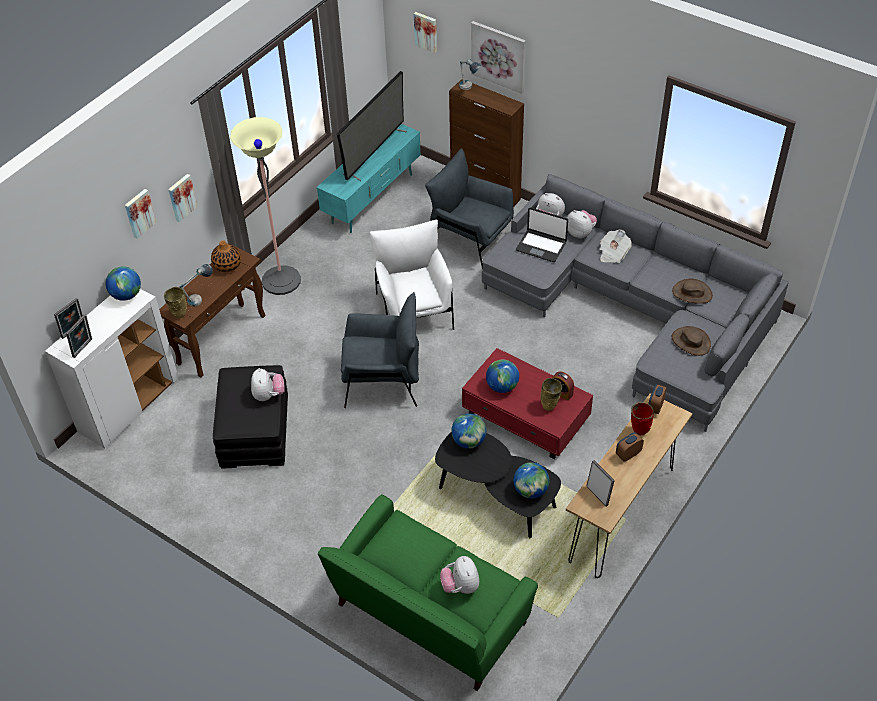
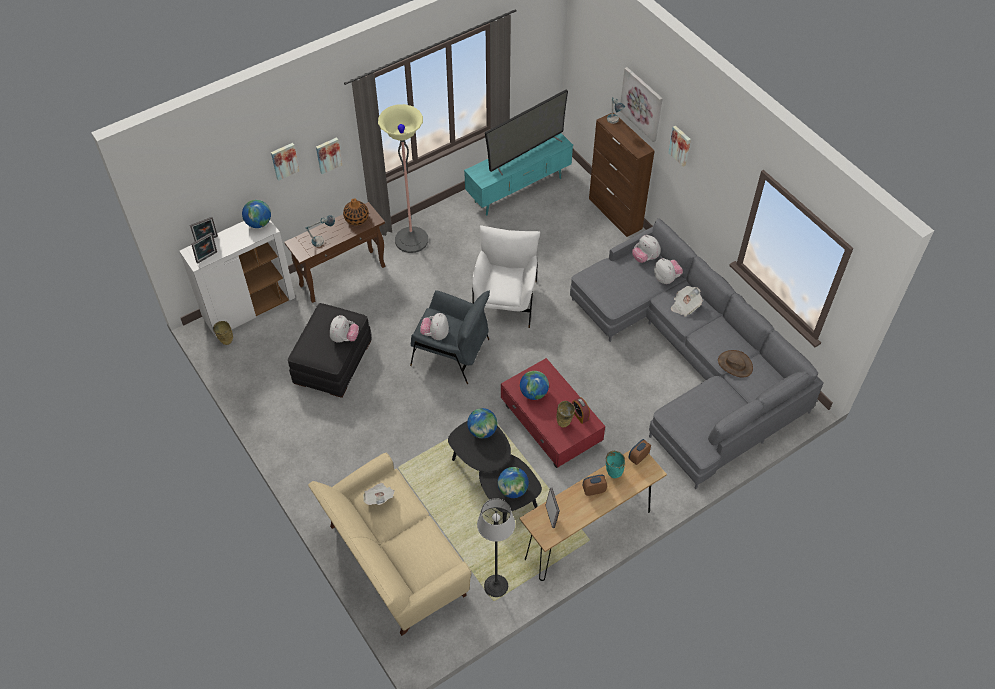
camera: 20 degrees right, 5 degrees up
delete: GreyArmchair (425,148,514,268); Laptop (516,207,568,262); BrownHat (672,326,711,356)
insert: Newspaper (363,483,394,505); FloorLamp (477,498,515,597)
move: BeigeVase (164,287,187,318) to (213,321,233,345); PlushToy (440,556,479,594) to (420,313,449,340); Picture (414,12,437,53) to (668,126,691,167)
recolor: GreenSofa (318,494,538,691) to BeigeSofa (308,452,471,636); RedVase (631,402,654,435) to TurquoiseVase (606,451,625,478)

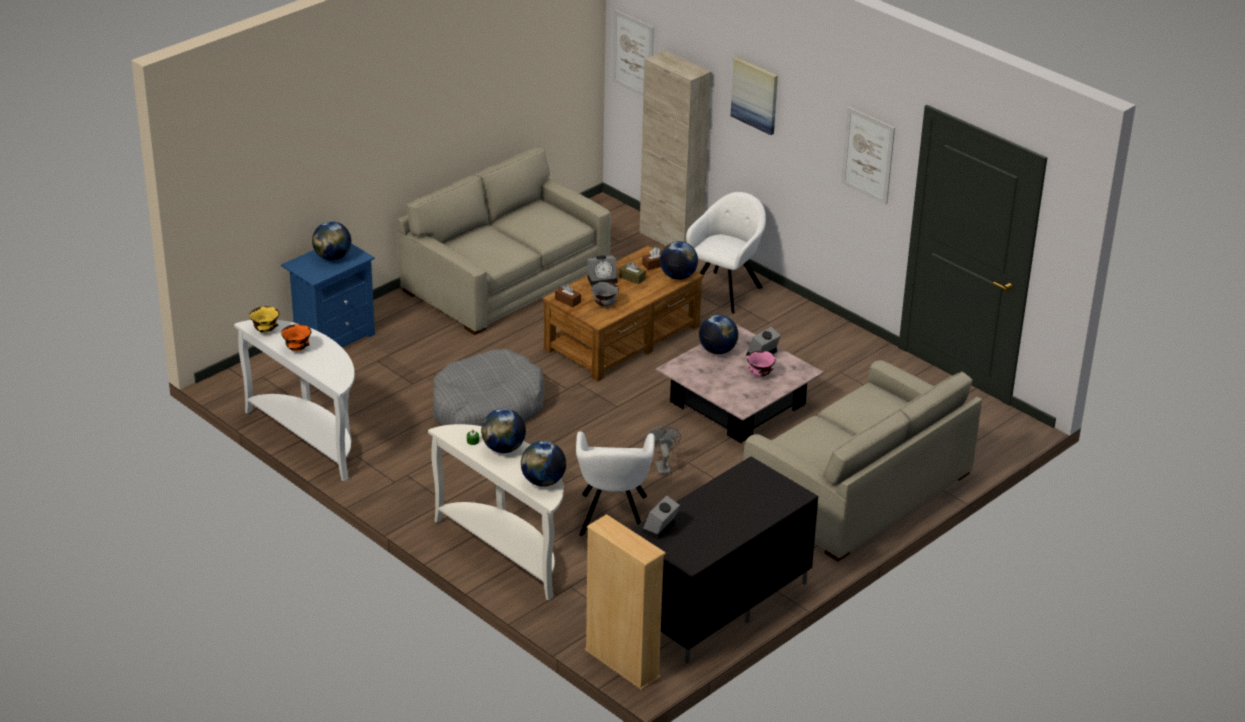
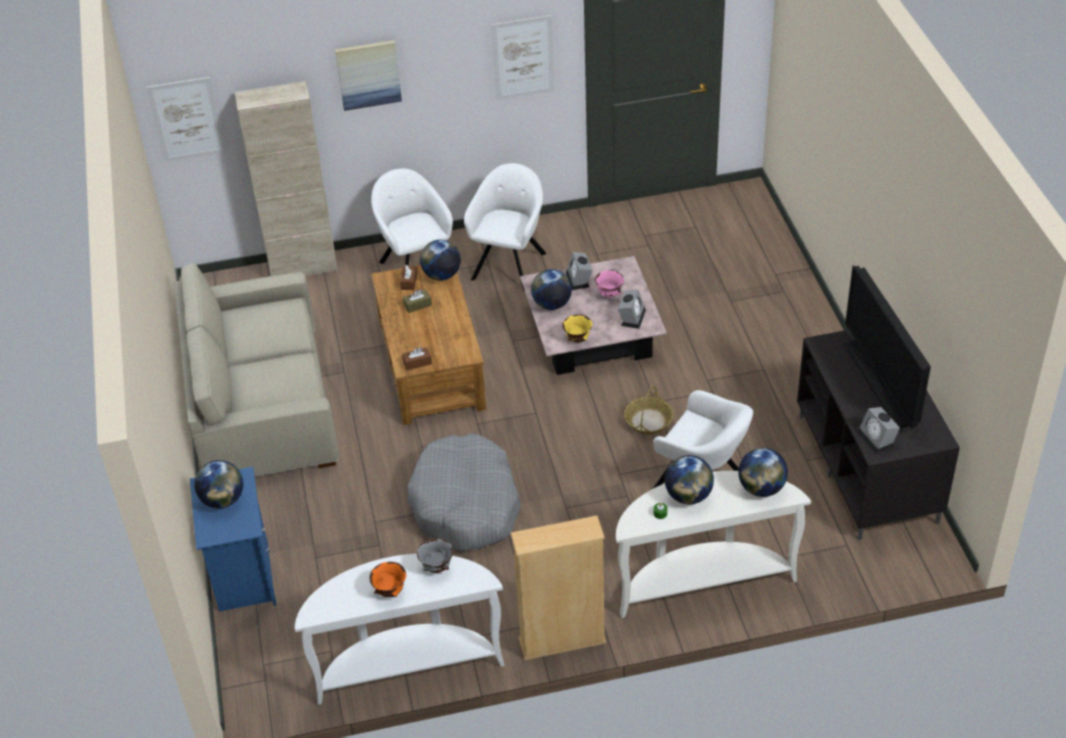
camera: 55 degrees left, 10 degrees up
delete: BeigeSofa (743,360,982,562)
insert: WhiteArmchair (464,163,546,291); Television (844,265,931,429)
move: GreyBowl (591,282,619,307) to (417,538,453,573); BeigeBookcase (585,514,666,690) to (511,515,606,660); YellowBowl (249,306,280,333) to (562,314,592,342); AlarmClock (587,255,617,286) to (618,289,646,329)
replace: GreyFan (643,426,681,475) to Basket (624,385,674,435)

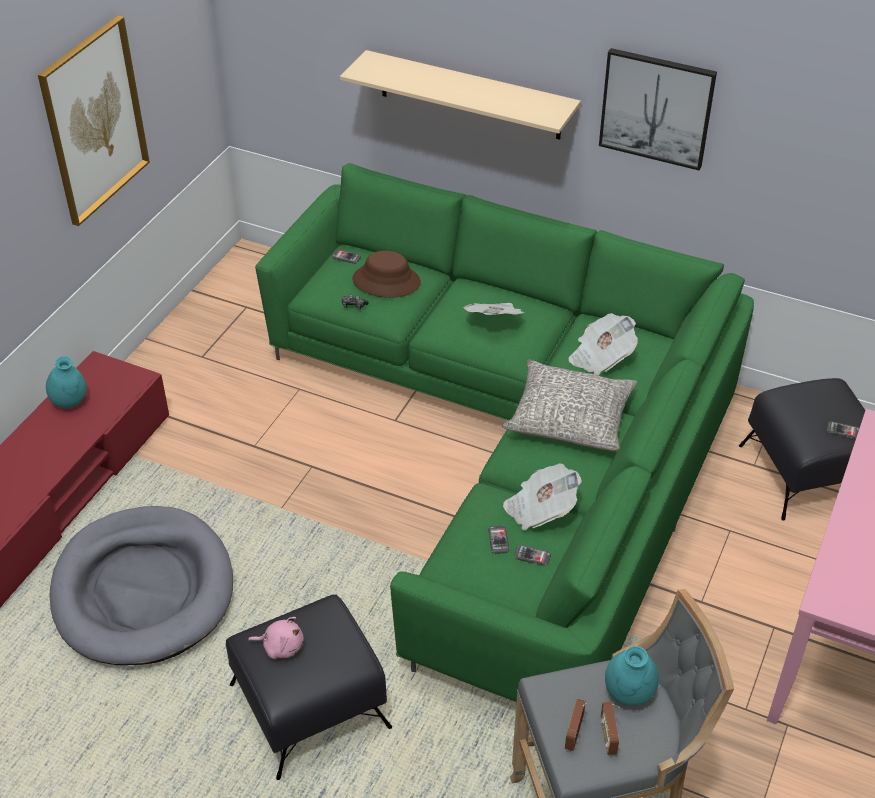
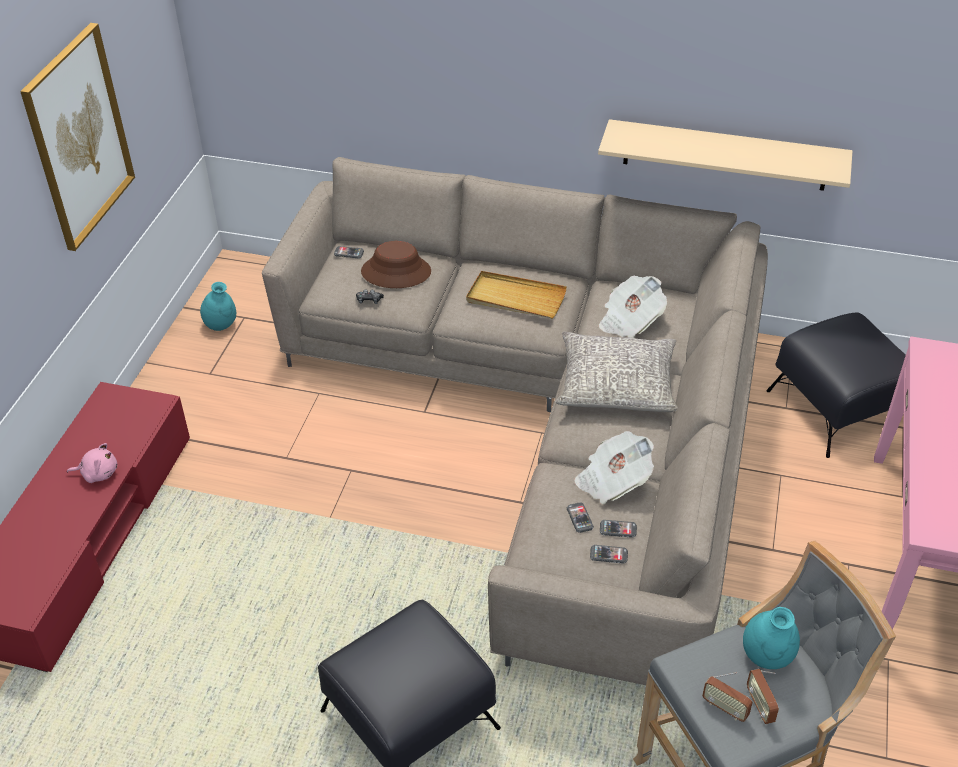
camera: 10 degrees left, 0 degrees up
delete: GreyDogBed (50,506,233,665); Picture (599,48,717,170)
move: PinkPlushToy (248,617,304,659) to (67,443,117,483); TurquoiseVase (46,356,87,408) to (200,282,237,331); Phone (827,421,859,439) to (590,545,628,564); BeigeShelf (340,50,581,140) to (598,119,853,191)
replace: Newspaper (464,303,525,315) to BeigeTray (466,271,567,319)
recolor: GreenSofa (255,163,754,702) to BeigeSofa (262,157,768,685)
rotate: Radio (565,699,587,751) = (702,672,753,722) 60 degrees counterclockwise

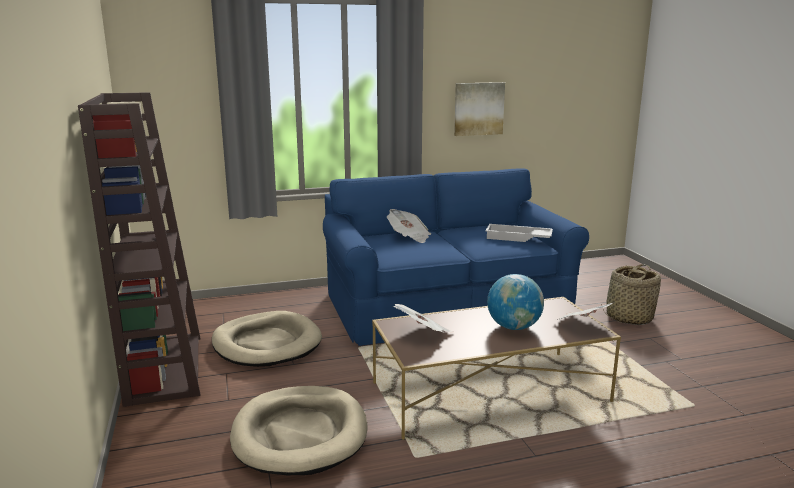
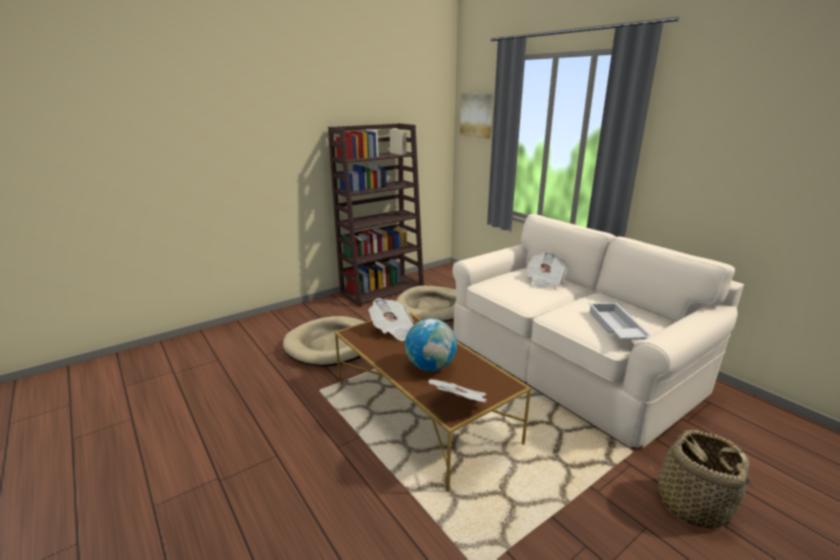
camera: 70 degrees right, 5 degrees up
move: Picture (454,82,505,136) to (460,93,493,139)
recolor: BlueSofa (323,168,589,346) to BeigeSofa (452,214,744,448)

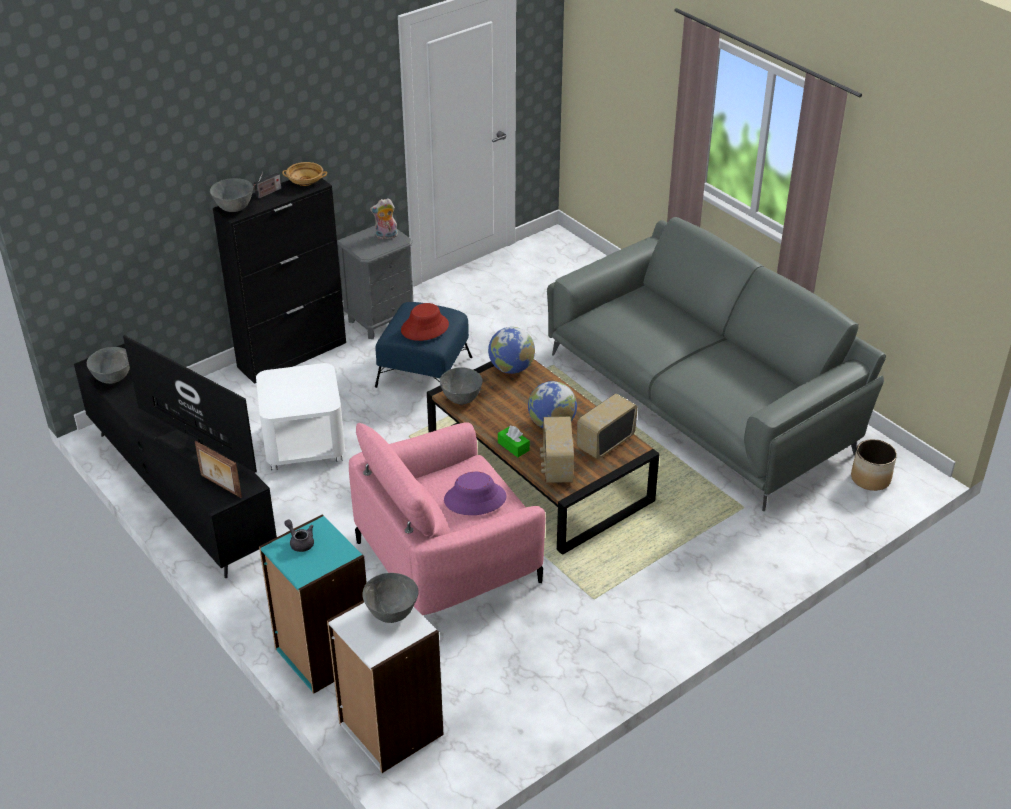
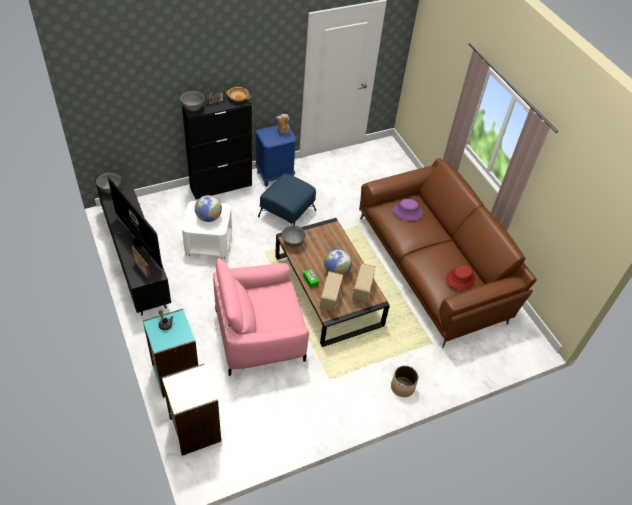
camera: 10 degrees right, 10 degrees up
delete: GreyBowl (362,573,418,623)
move: Globe (488,327,535,374) to (195,195,222,222); Planter (851,439,897,491) to (391,365,418,397); PurpleHat (444,472,507,515) to (392,199,423,221); RedHat (401,303,449,341) to (446,265,475,290)
recolor: GreyNightstand (337,226,413,339) to BlueNightstand (255,125,297,186); GreySofa (547,217,886,511) to BrownSofa (359,158,537,348)
rotate: Radio (577,394,638,459) = (352,263,376,303) 45 degrees counterclockwise

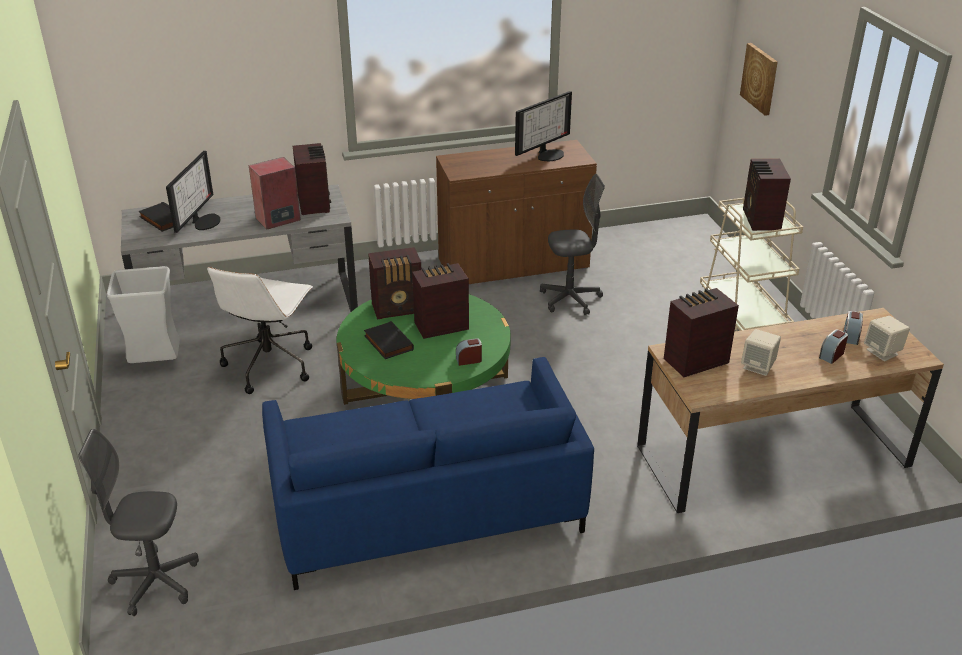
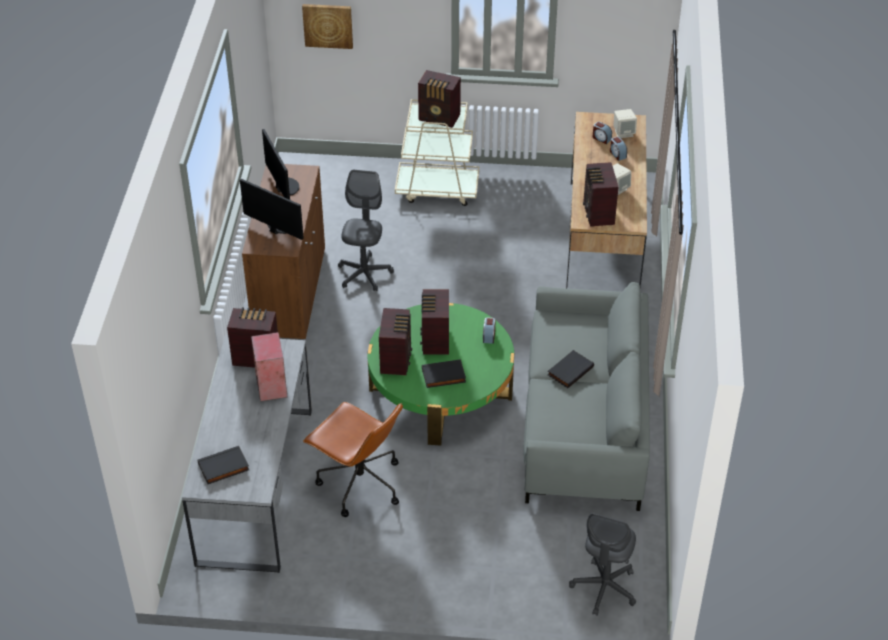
camera: 70 degrees left, 10 degrees up
delete: GreyTrashCan (106,266,180,363)
insert: BlackBook (548,350,594,388)
move: Monitor (166,151,221,233) to (240,179,304,240)
recolor: WhiteOfficeChair (207,267,313,394) to BrownOfficeChair (303,402,403,517); BlueSofa (262,357,594,590) to GreySofa (523,282,650,511)

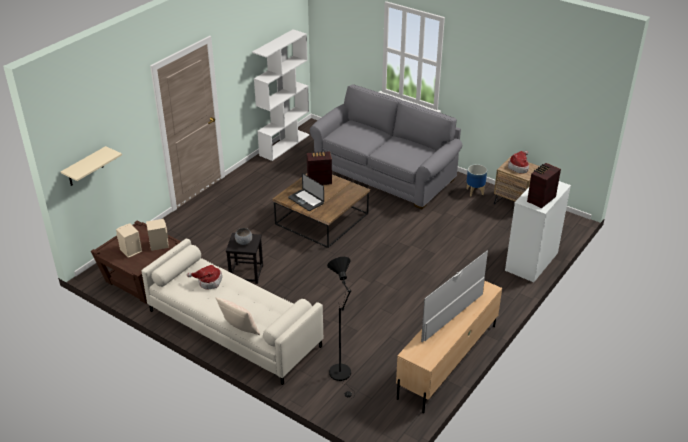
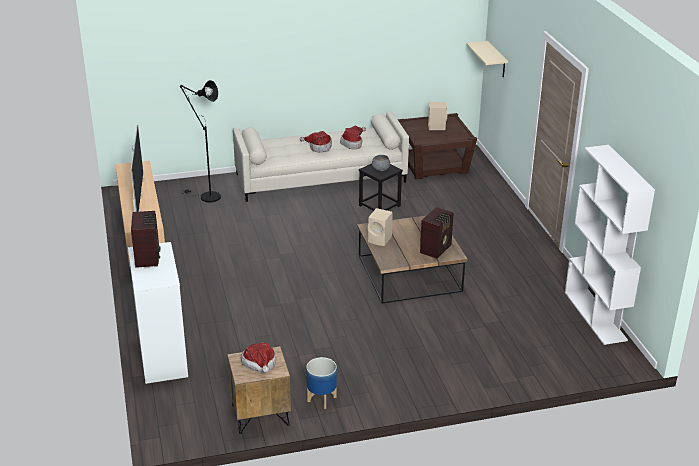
camera: 130 degrees right, 5 degrees down
delete: BeigePillow (215,297,260,335); Laptop (288,173,324,211); GreySofa (310,84,462,209)
insert: Hat (300,131,332,152)
move: BeigeSpeaker (146,219,169,251) to (368,208,393,246)

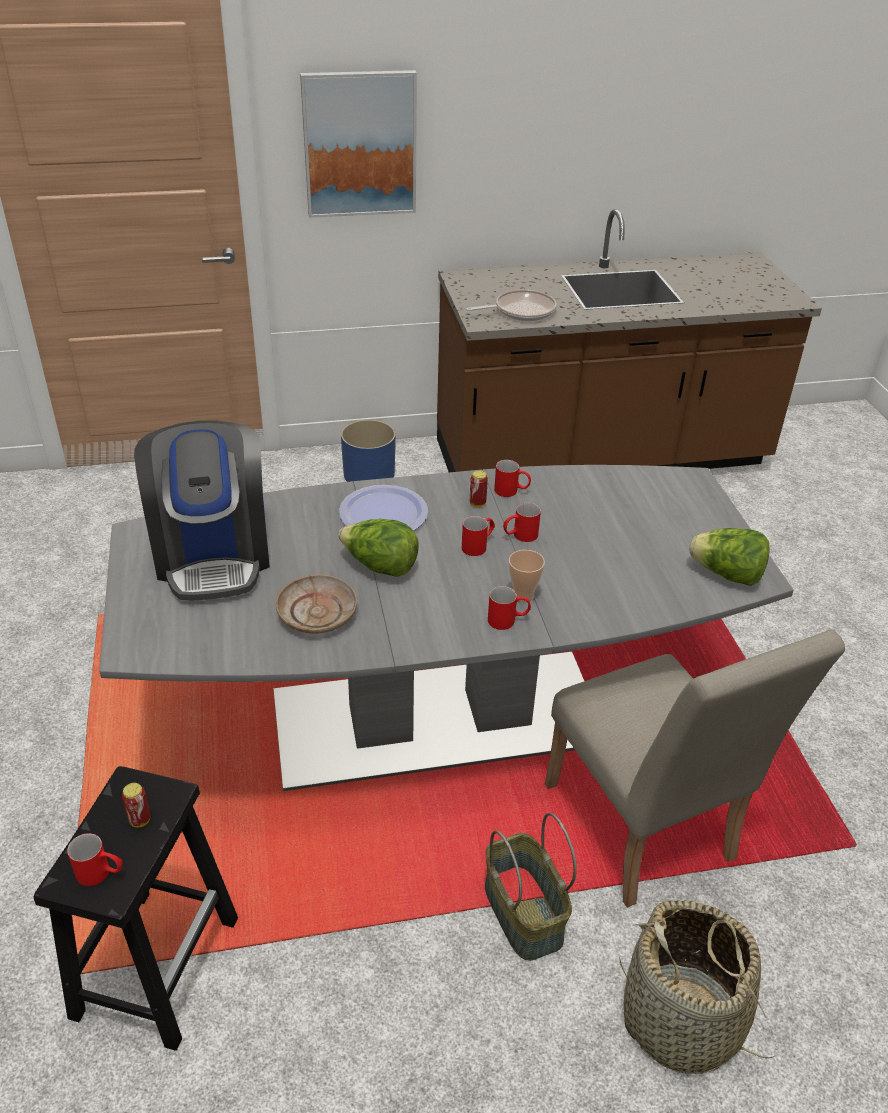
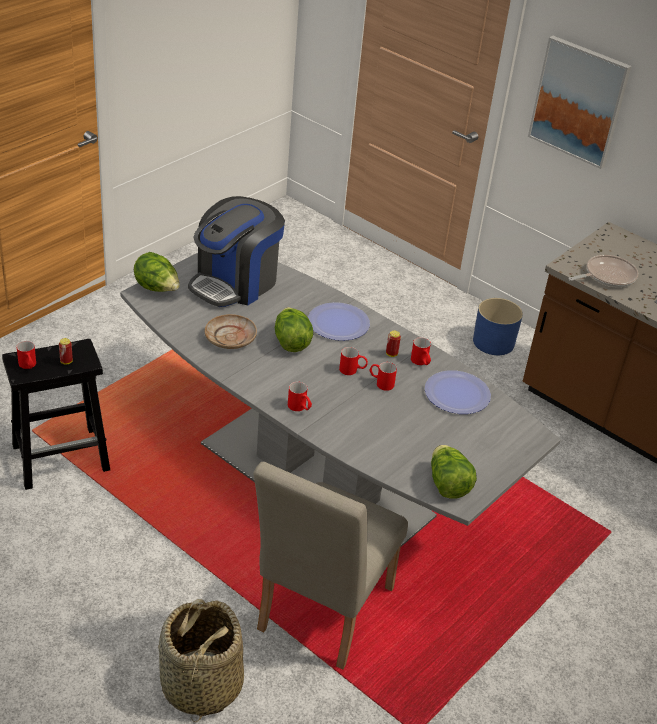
camera: 50 degrees right, 0 degrees up
delete: Basket (485,813,577,961); Cup (509,550,545,602)
insert: Lettuce (134,252,180,292); Plate (425,370,491,414)
rotate: FryingPan (466,289,557,321) = (568,255,638,287) 60 degrees counterclockwise

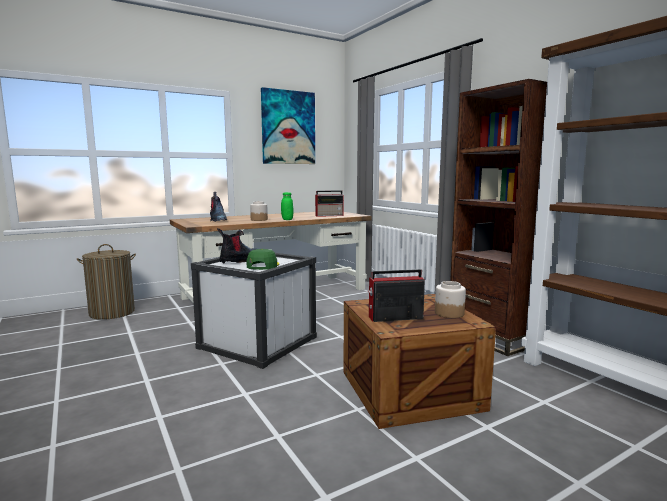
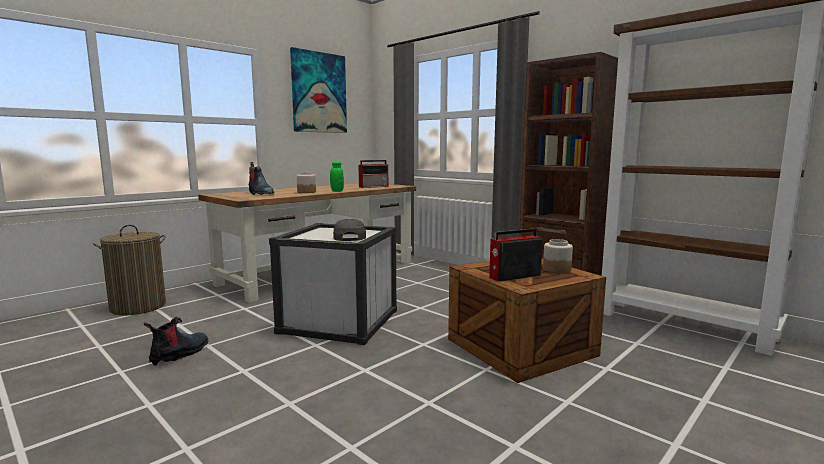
camera: 15 degrees left, 0 degrees up
move: Boot (217,228,258,264) to (144,317,208,366)
recolor: GreenCap (246,249,279,270) to GreyCap (333,219,366,241)

